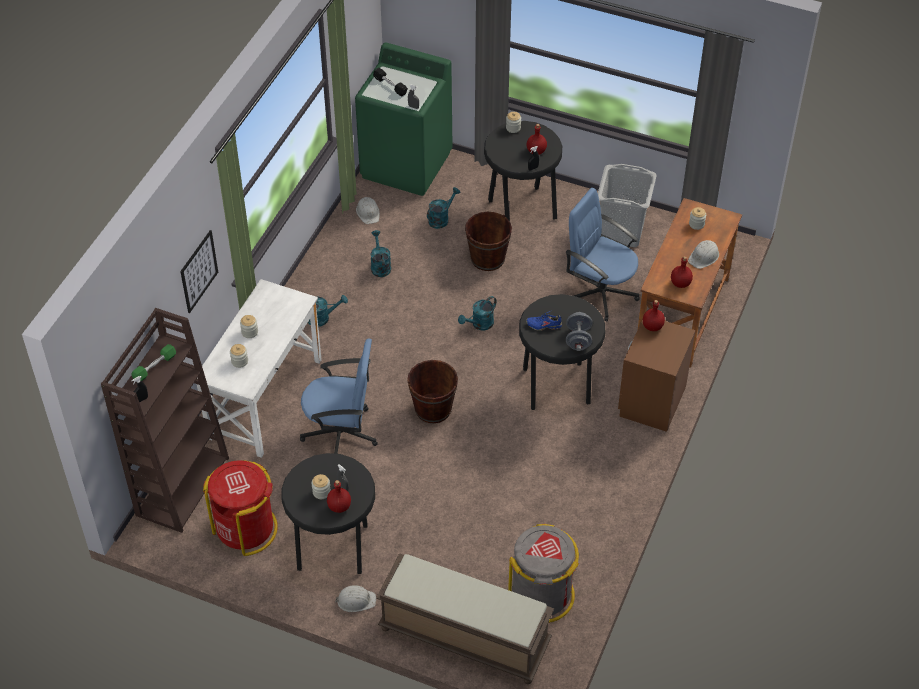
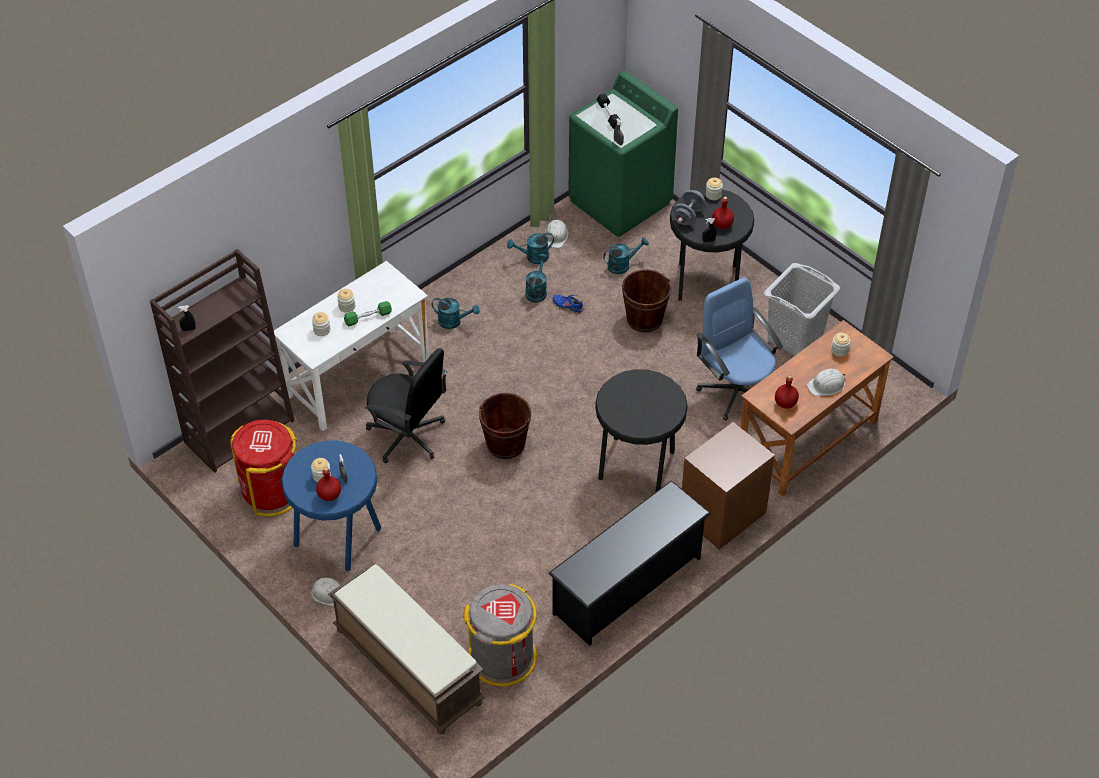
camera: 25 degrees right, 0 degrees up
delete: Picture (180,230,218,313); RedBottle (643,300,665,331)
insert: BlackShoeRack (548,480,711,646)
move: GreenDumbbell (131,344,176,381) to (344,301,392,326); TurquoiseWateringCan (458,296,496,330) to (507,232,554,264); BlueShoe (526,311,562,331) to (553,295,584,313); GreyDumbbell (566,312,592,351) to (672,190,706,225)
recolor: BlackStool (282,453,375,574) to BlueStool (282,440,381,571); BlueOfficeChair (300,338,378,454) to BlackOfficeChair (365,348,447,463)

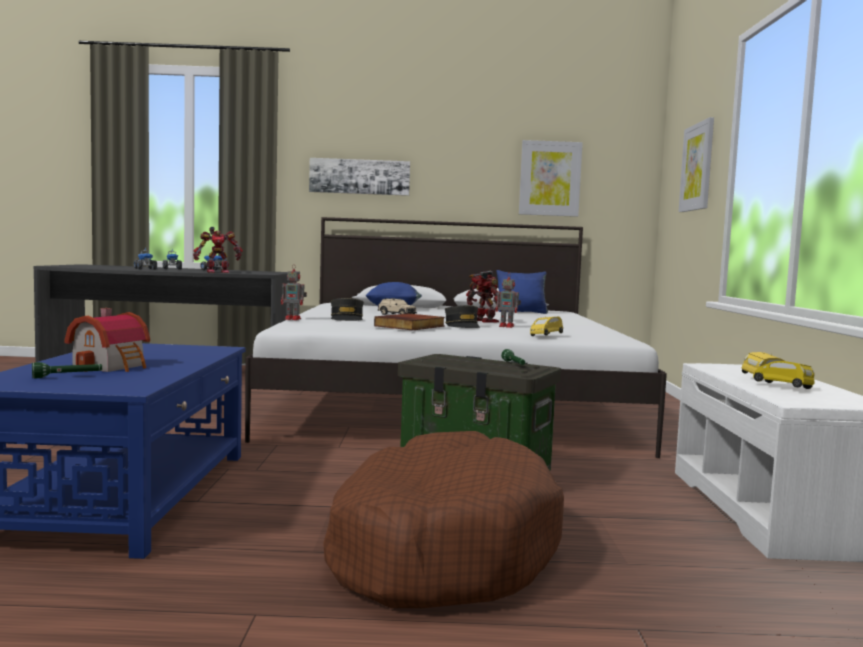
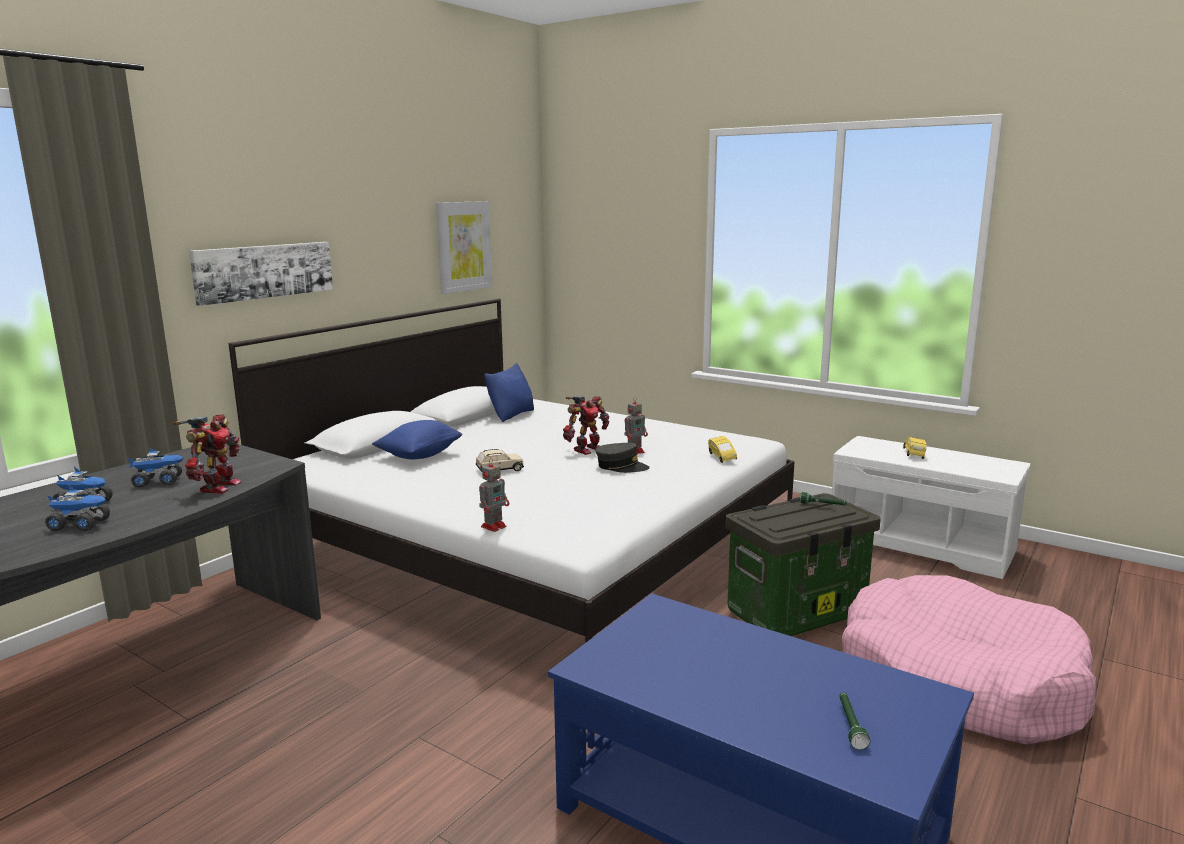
camera: 55 degrees left, 10 degrees up
delete: ToyHouse (64,308,150,372); GreyCap (331,298,364,321); Book (374,314,445,331); Picture (678,117,714,212); YellowToyCar (753,360,815,389)
recolor: BrownDogBed (323,431,564,608) to PinkDogBed (842,575,1096,745)
rotate: ToyRobot (466,271,500,323) = (563,396,610,455) 135 degrees clockwise

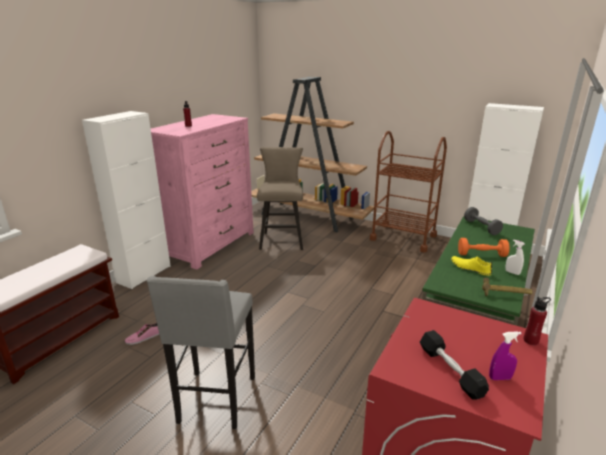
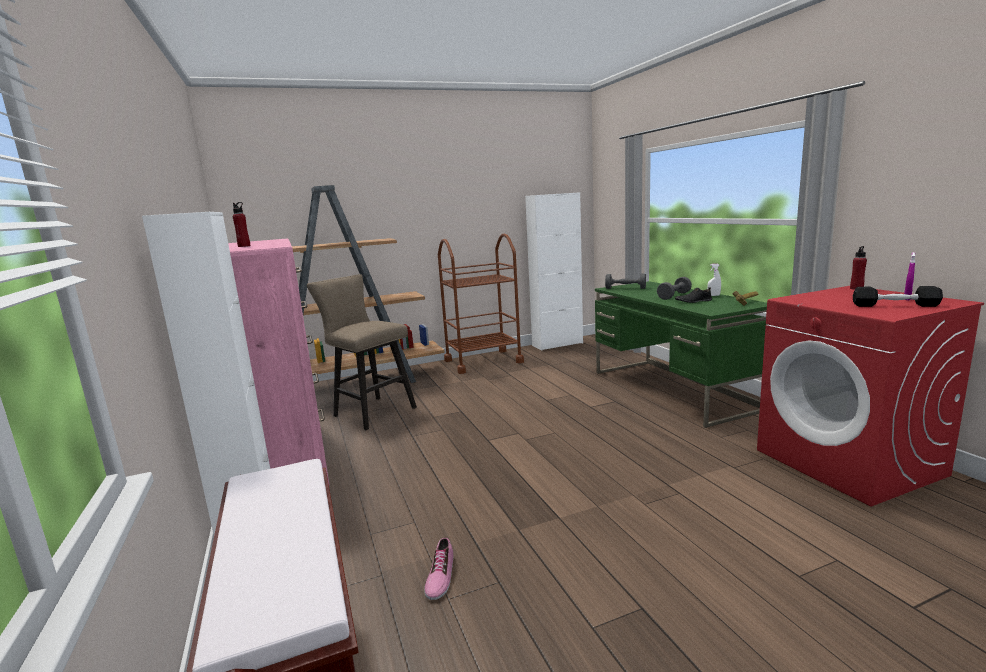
camera: 50 degrees left, 10 degrees down
delete: GreyStool (147,276,255,429)
recolor: OrangeDumbbell (458,238,509,257) to GreyDumbbell (657,277,692,300); YellowShoe (451,256,492,276) to BlackShoe (675,287,712,303)

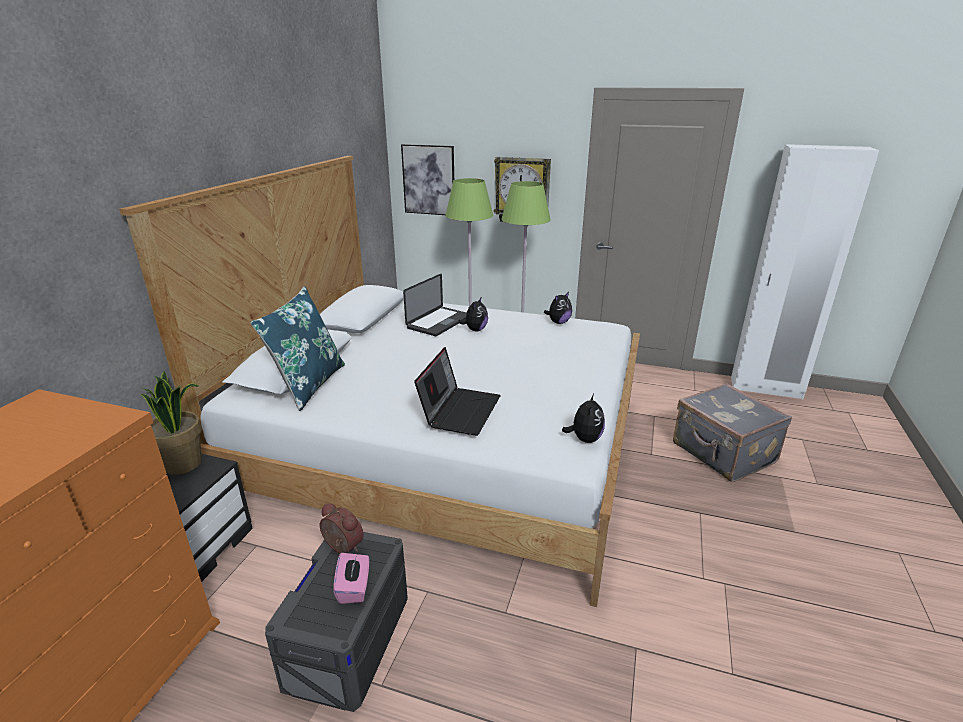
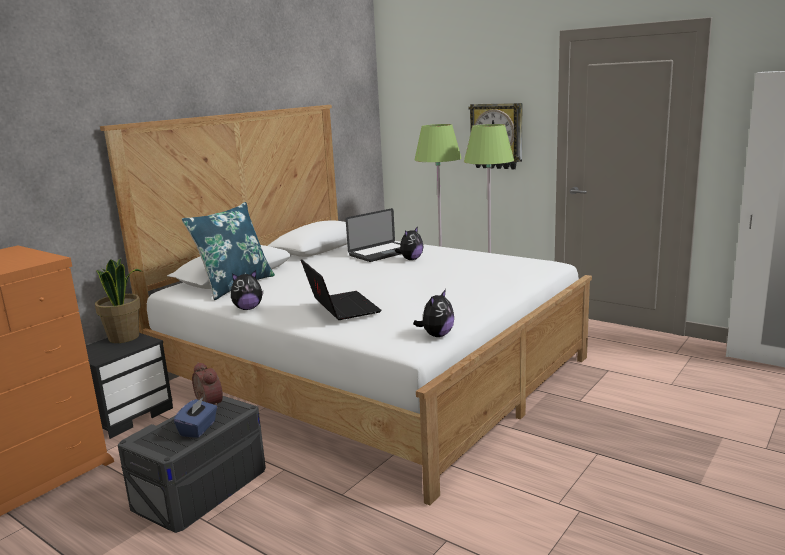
camera: 20 degrees right, 10 degrees down
delete: Picture (401,144,454,215); GreySuitcase (673,383,792,482)
move: PlushToy (544,292,572,324) to (231,270,263,310)
recolor: PinkTissueBox (333,553,369,604) to BlueTissueBox (174,397,217,438)
rotate: Laptop (414,347,501,436) = (301,259,382,320) 60 degrees counterclockwise

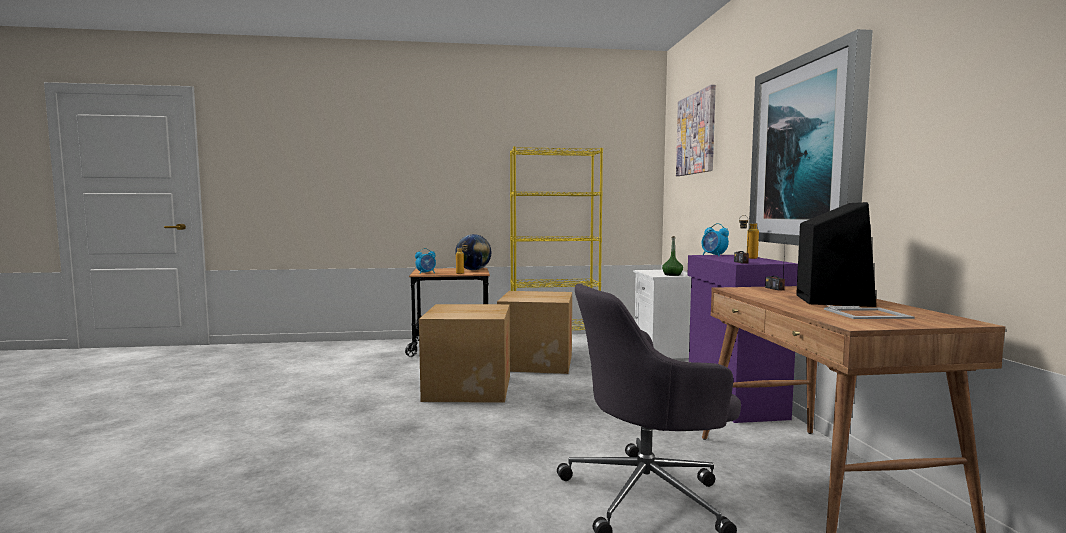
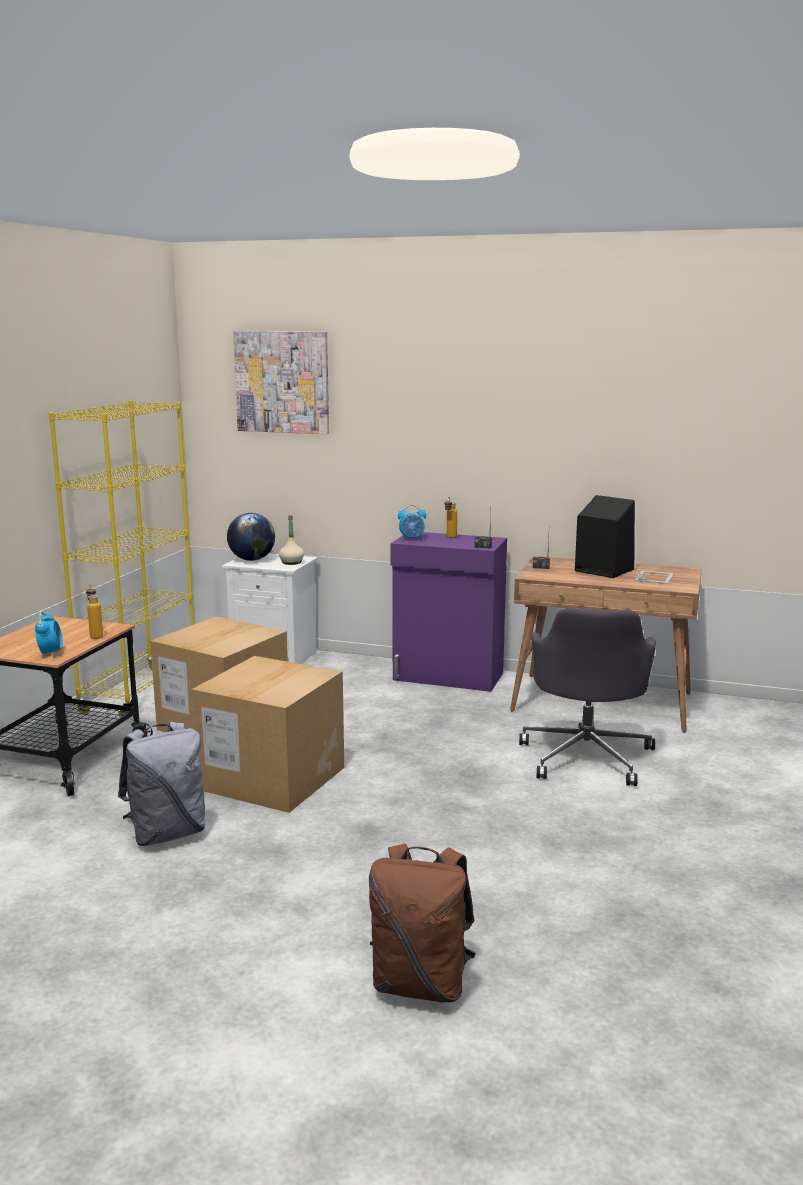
camera: 65 degrees left, 10 degrees up
delete: Picture (749,29,873,245)
insert: GreyBackpack (118,722,206,846); BrownBackpack (369,843,476,1002)
move: Globe (455,234,491,270) to (227,513,275,561)
recolor: GreenBottle (662,236,683,276) to BeigeBottle (279,515,304,565)

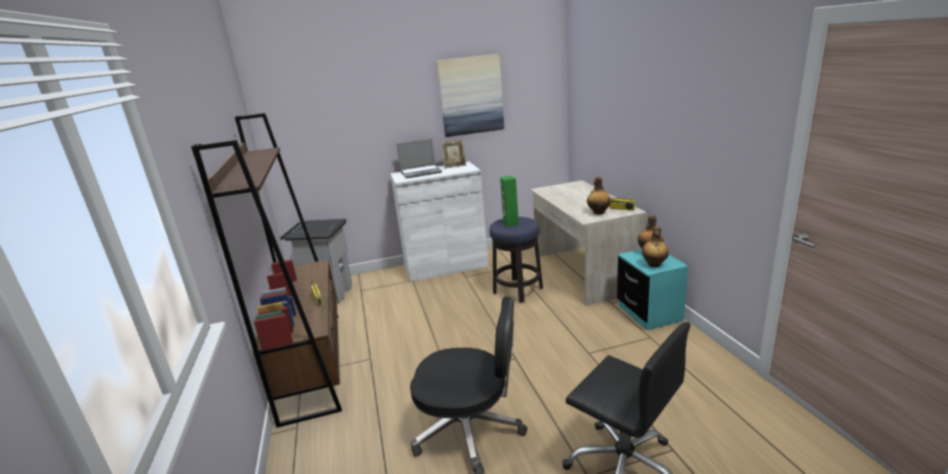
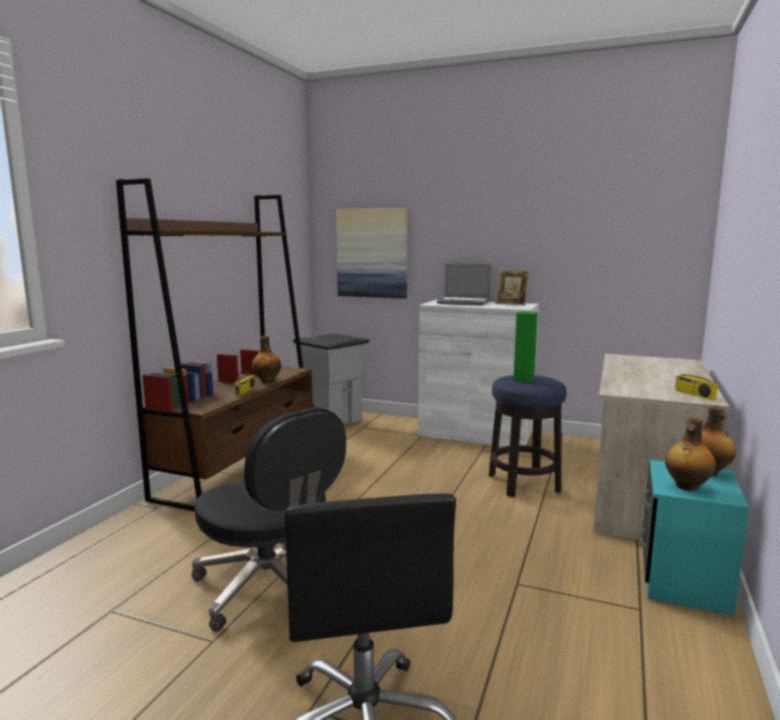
camera: 35 degrees right, 10 degrees down
move: Bottle (587,177,611,214) to (252,335,281,383); Picture (437,54,504,137) to (336,208,408,299)

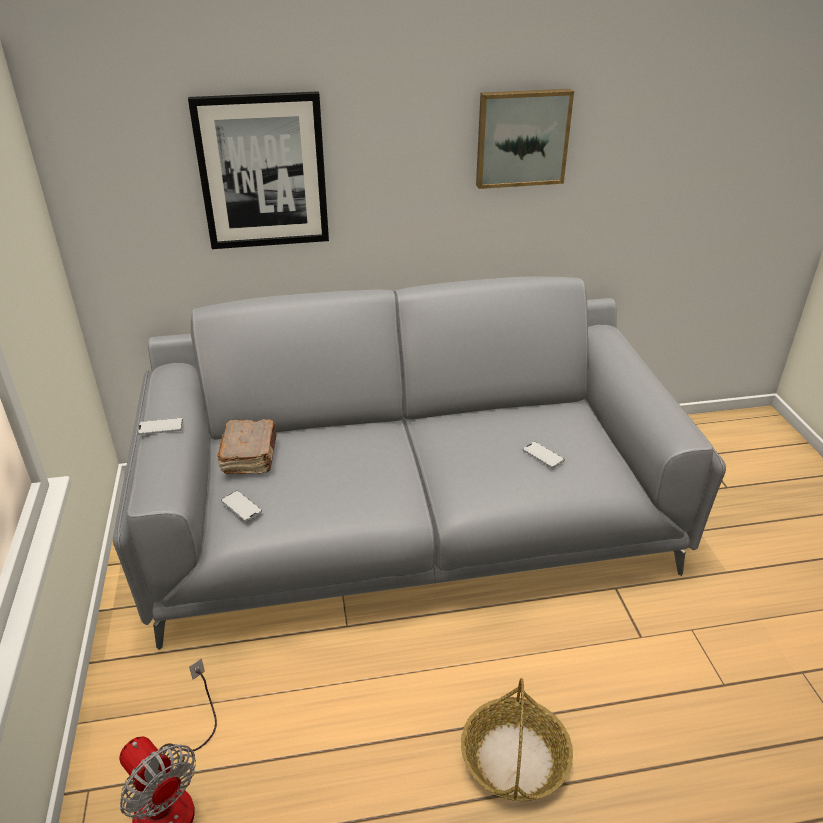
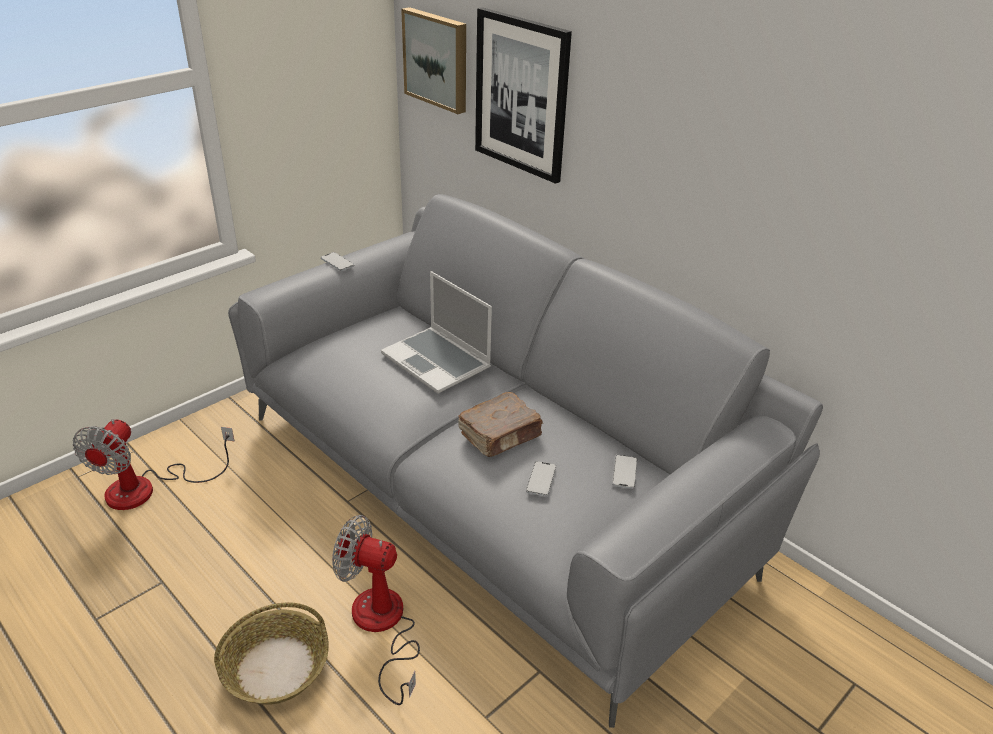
camera: 55 degrees right, 0 degrees up
insert: Fan (332,515,420,705); Laptop (381,271,492,394)
move: Picture (476,89,574,189) to (401,7,466,114); BrownBook (217,419,277,474) to (458,392,543,457); Phone (221,491,262,522) to (612,455,637,489)

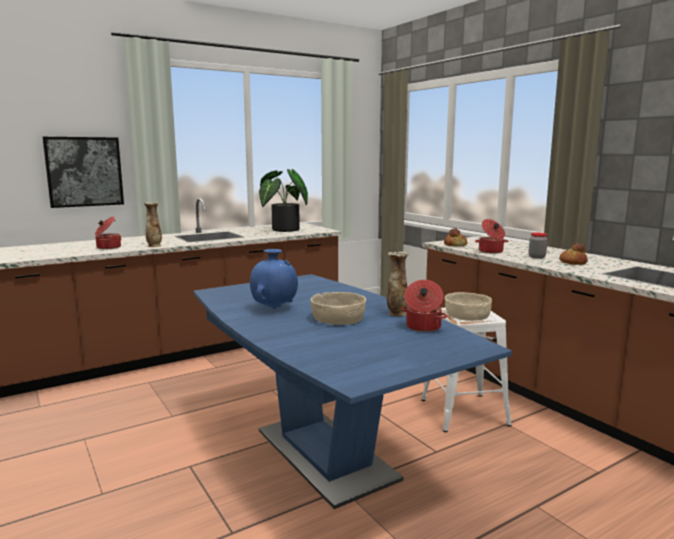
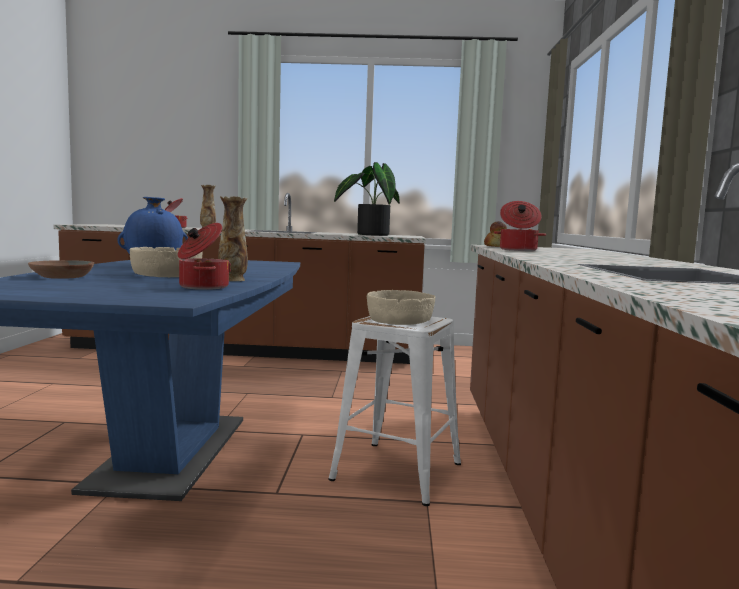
camera: 35 degrees right, 5 degrees down
delete: Picture (42,137,124,208); Jar (529,233,547,259); Bread (559,243,588,265)
insert: BrownBowl (28,260,94,279)

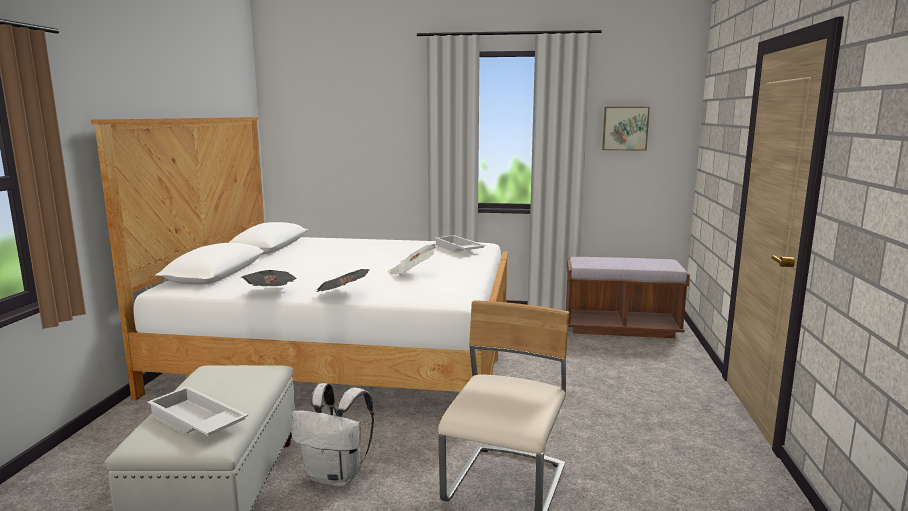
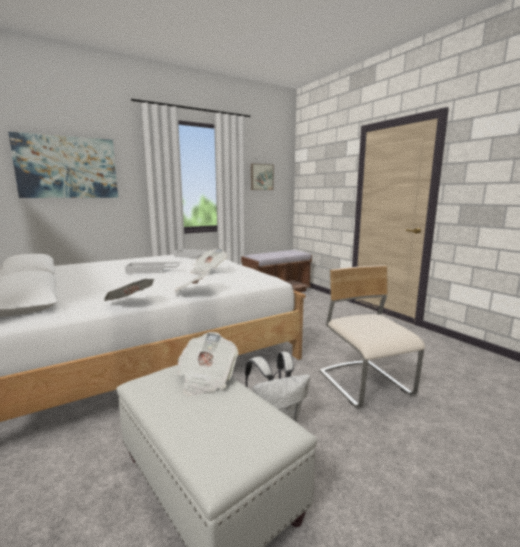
camera: 40 degrees left, 0 degrees up
insert: Picture (8,132,118,198); Newspaper (178,332,238,396)
move: WhiteTray (147,386,248,436) to (124,262,181,273)

